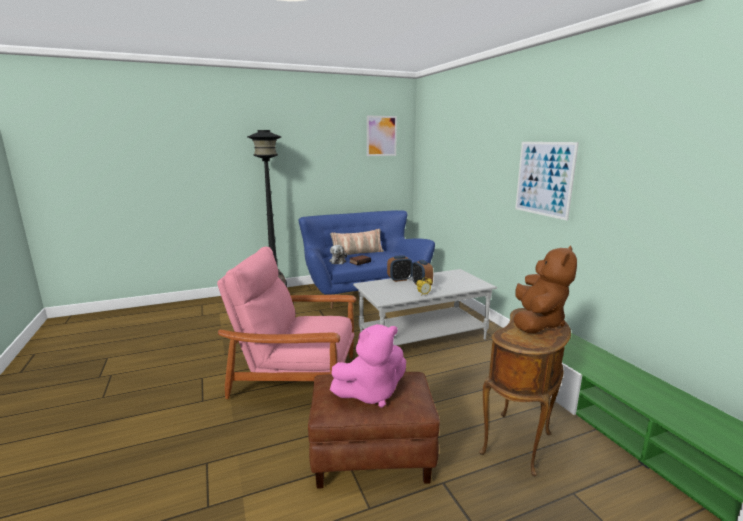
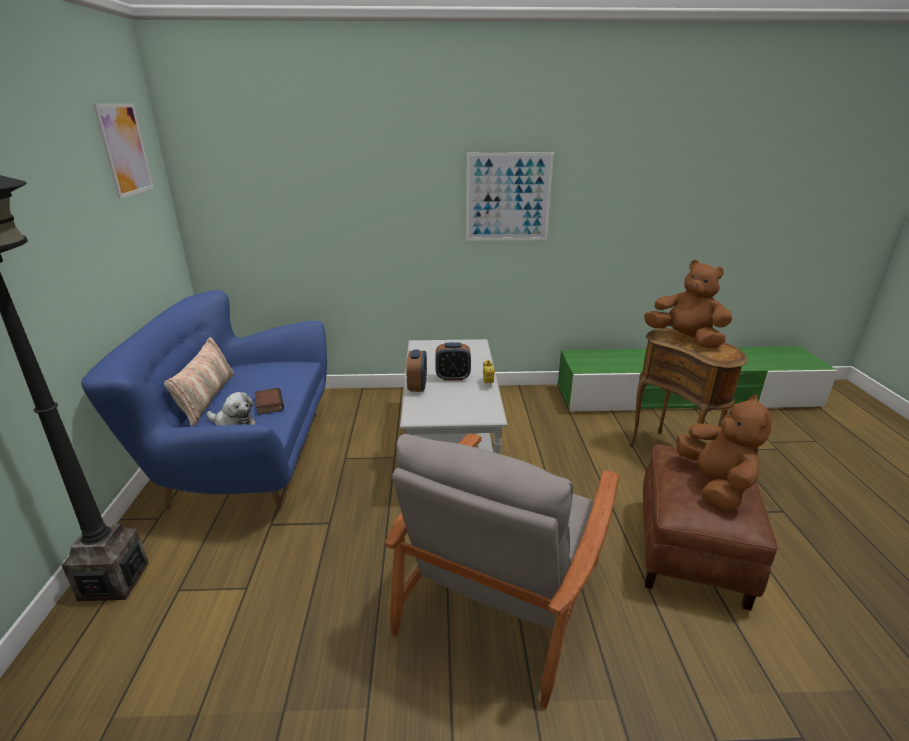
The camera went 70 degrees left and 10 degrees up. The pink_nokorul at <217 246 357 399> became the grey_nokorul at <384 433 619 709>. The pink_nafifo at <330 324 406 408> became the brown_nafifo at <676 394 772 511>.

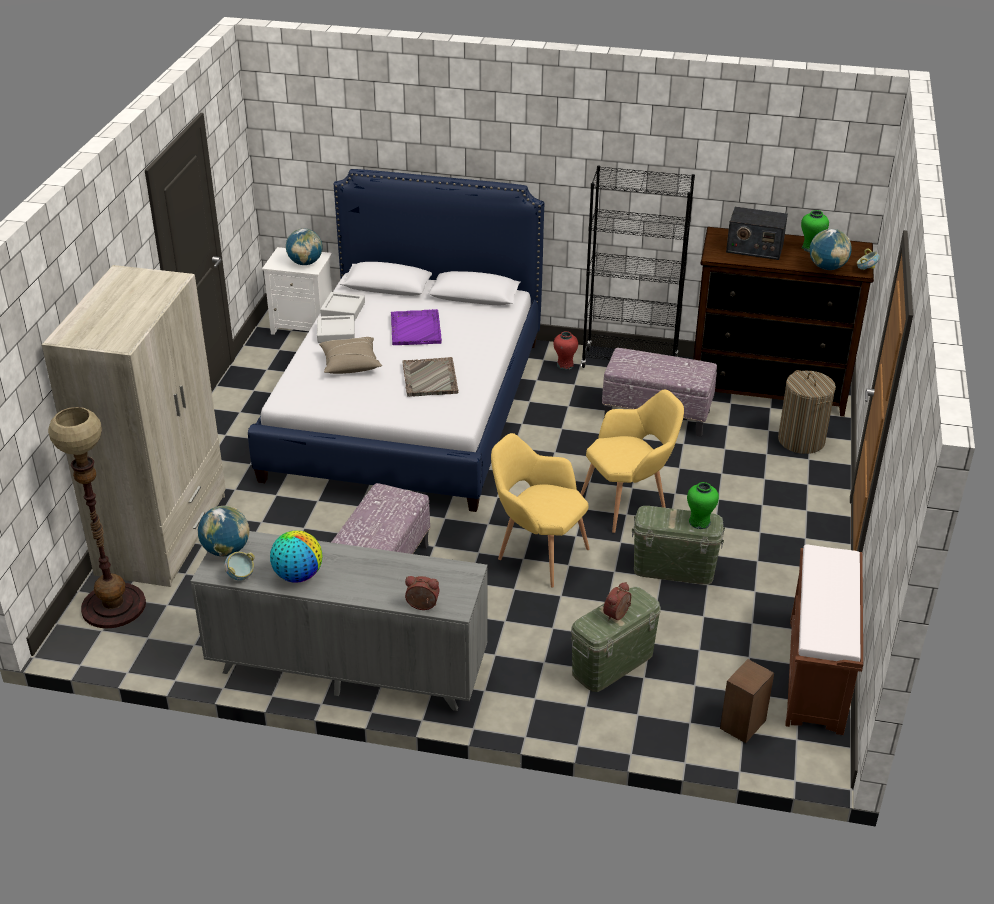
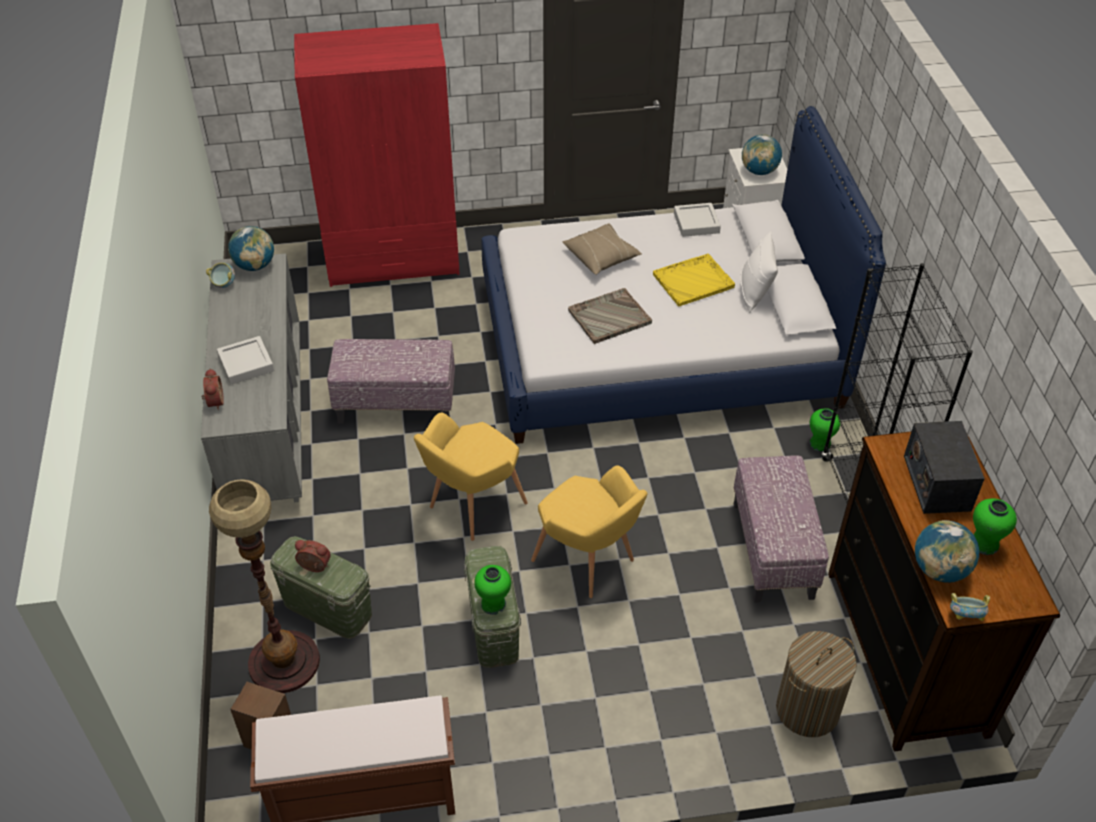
The camera went 70 degrees right and 10 degrees up. The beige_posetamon at <42 265 226 587> became the red_posetamon at <294 23 460 287>. The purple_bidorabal at <391 309 442 345> became the yellow_bidorabal at <653 253 735 306>. The grey_bidorabal moved from <317 315 355 343> to <217 336 274 384>. The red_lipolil at <553 331 578 370> became the green_lipolil at <810 408 841 452>. The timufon moved from <48 407 146 628> to <209 479 320 693>. The yellow_nokorul at <491 433 590 588> turned 150 degrees counterclockwise. The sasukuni at <270 530 322 583> disappeared. The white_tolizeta at <741 231 778 313> appeared.

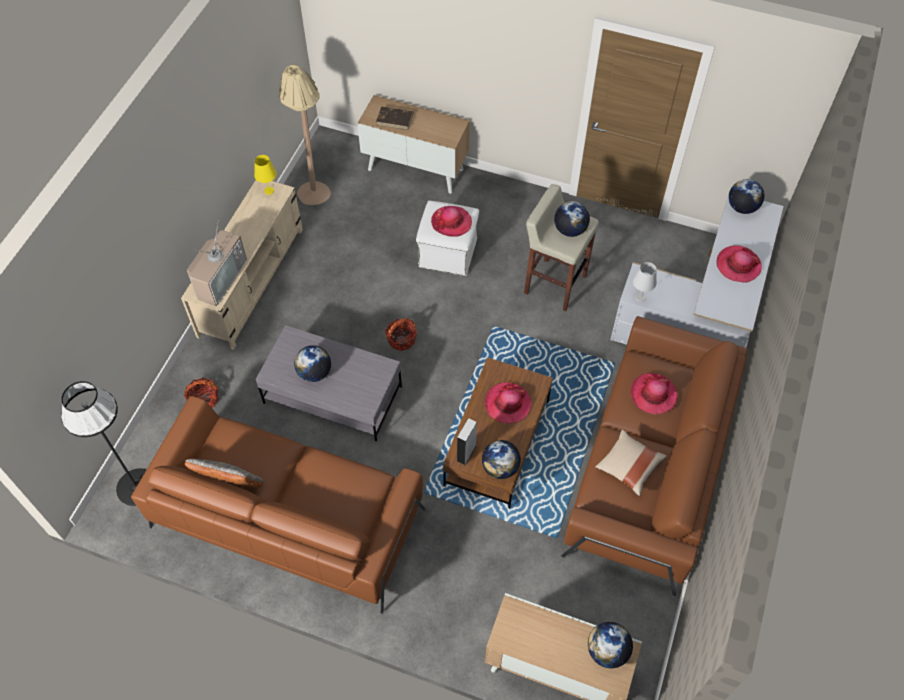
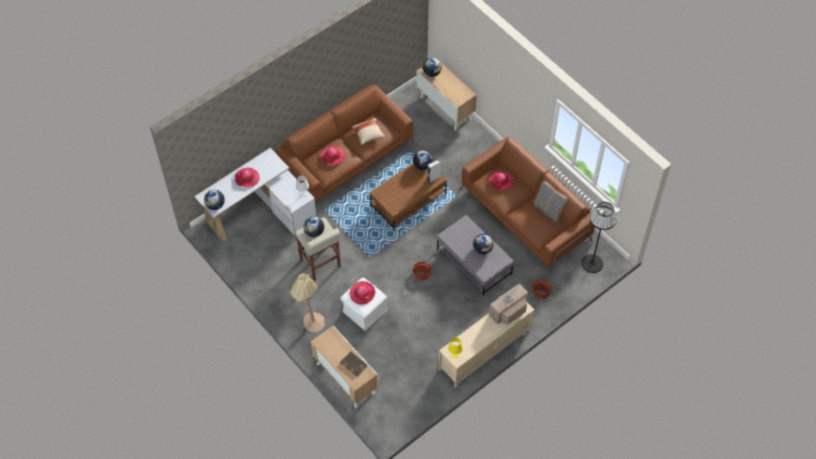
The camera went 150 degrees left and 0 degrees up. The beige_timufon moved from <279 64 331 205> to <290 273 325 332>. The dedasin moved from <485 382 531 424> to <489 171 514 190>.

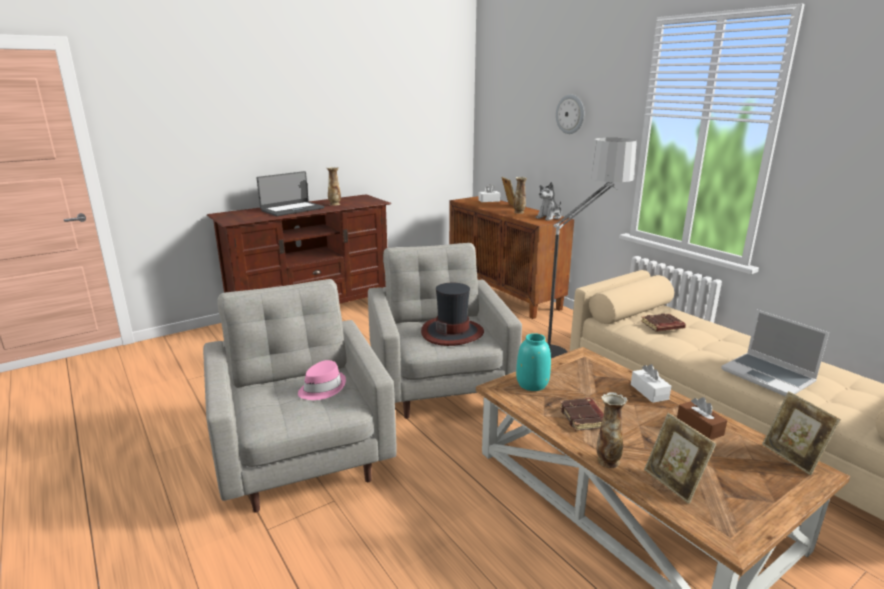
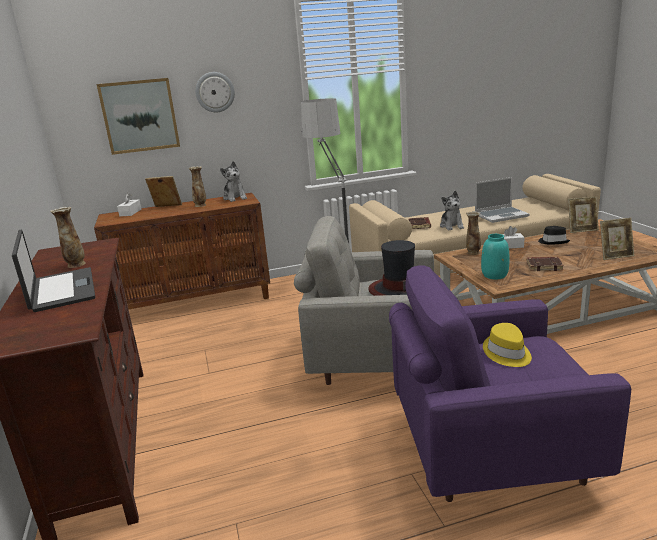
The camera went 70 degrees left and 0 degrees up. The grey_nokorul at <203 279 396 513> became the purple_nokorul at <389 265 631 502>. The pink_dedasin at <298 360 346 400> became the yellow_dedasin at <483 323 532 367>. The lipolil moved from <597 392 627 468> to <466 211 481 255>. The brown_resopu at <677 397 727 440> was replaced by the black_dedasin at <538 226 570 244>. The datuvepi at <96 78 180 155> appeared. The nafifo at <440 191 464 231> appeared.

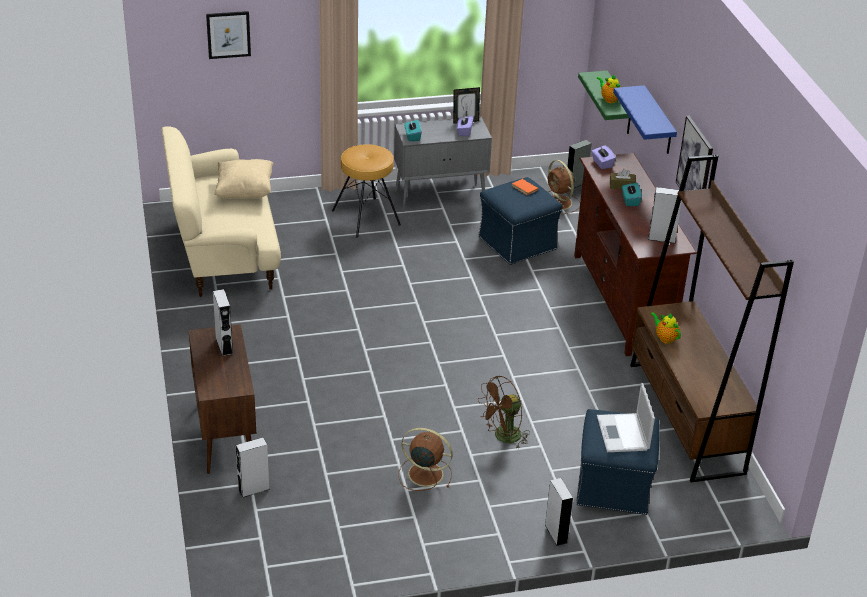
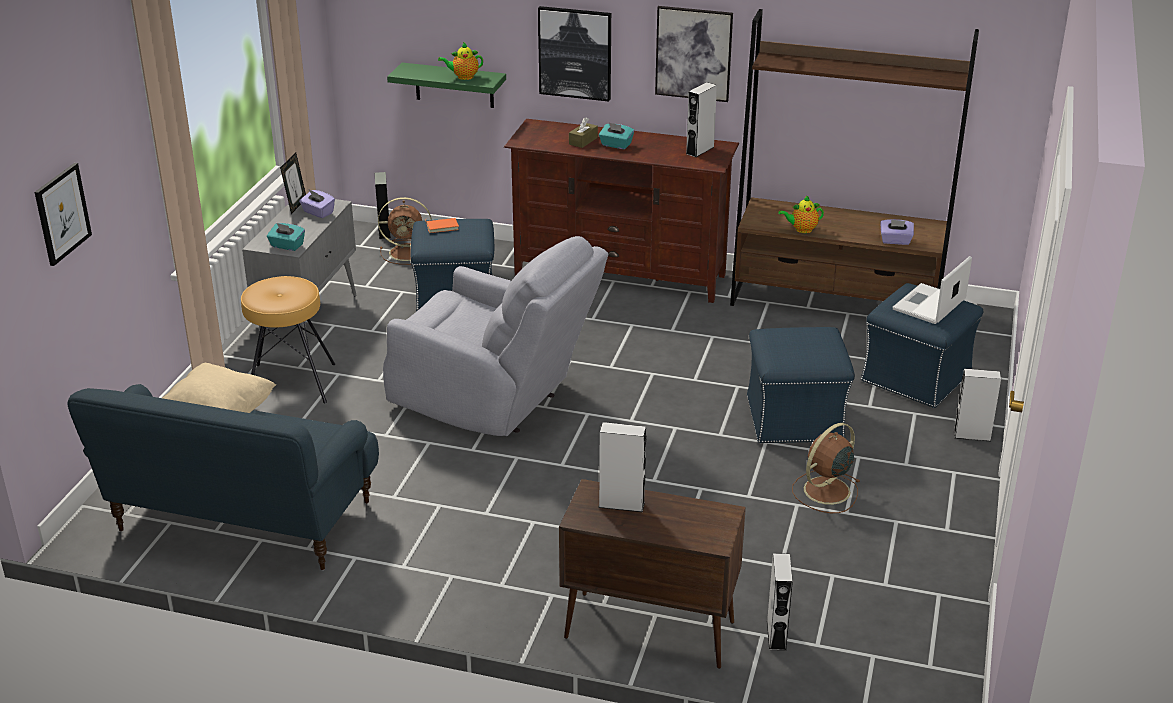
The camera went 60 degrees left and 5 degrees down. The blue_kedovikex at <613 85 677 154> was replaced by the datuvepi at <538 6 611 101>. The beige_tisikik at <161 126 281 297> became the blue_tisikik at <67 384 379 570>. The purple_resopu moved from <591 145 616 169> to <880 219 914 245>. The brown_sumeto at <478 376 530 449> was replaced by the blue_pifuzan at <747 327 855 443>. The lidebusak at <597 383 655 452> turned 105 degrees clockwise. The grey_nokorul at <383 236 608 436> appeared.

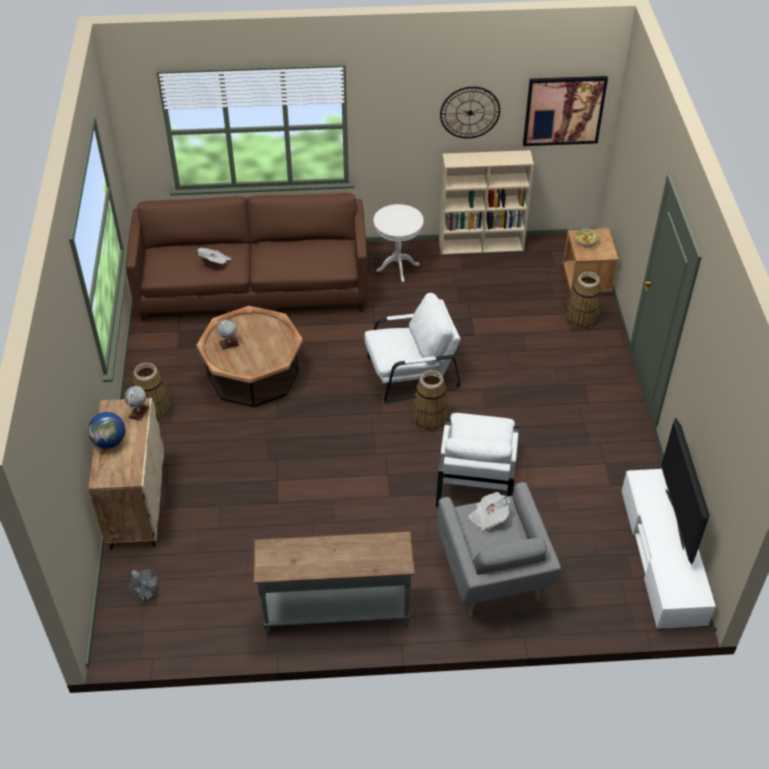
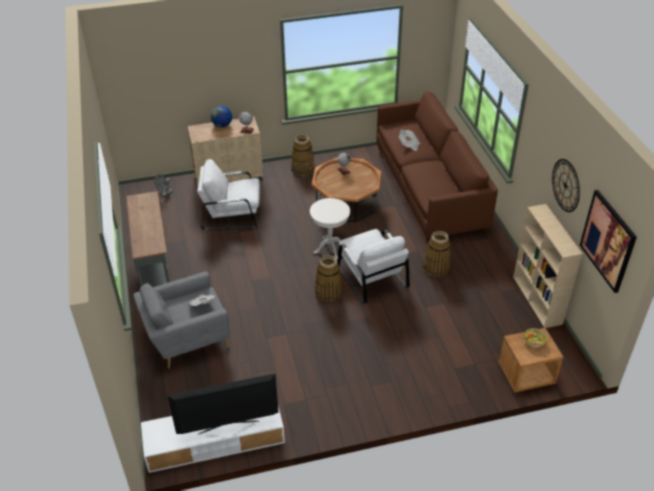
The camera went 80 degrees right and 5 degrees down. The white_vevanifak moved from <374 204 424 282> to <310 198 350 260>. The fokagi moved from <566 272 602 330> to <423 231 451 277>. The white_nokorul moved from <436 413 519 507> to <197 159 260 230>.

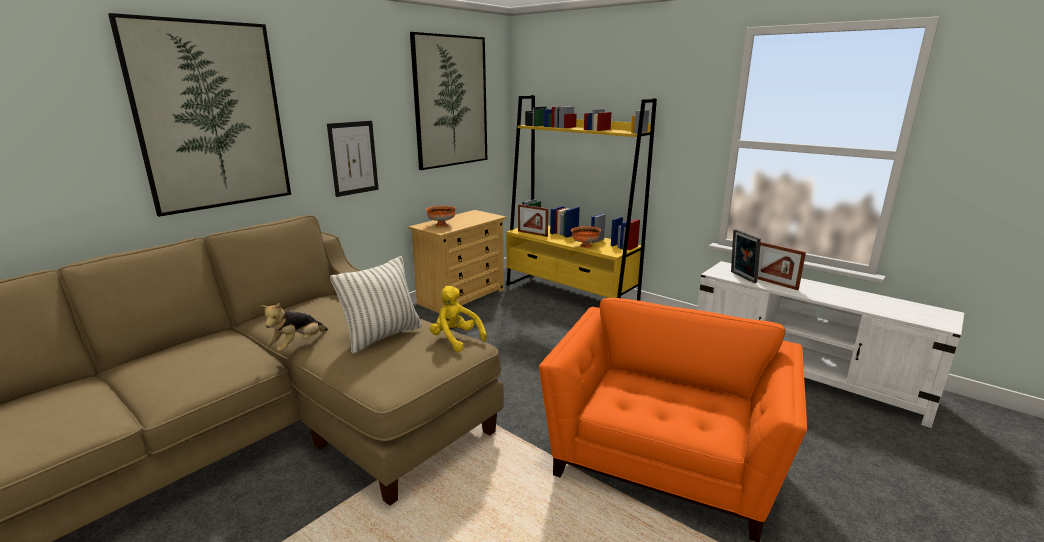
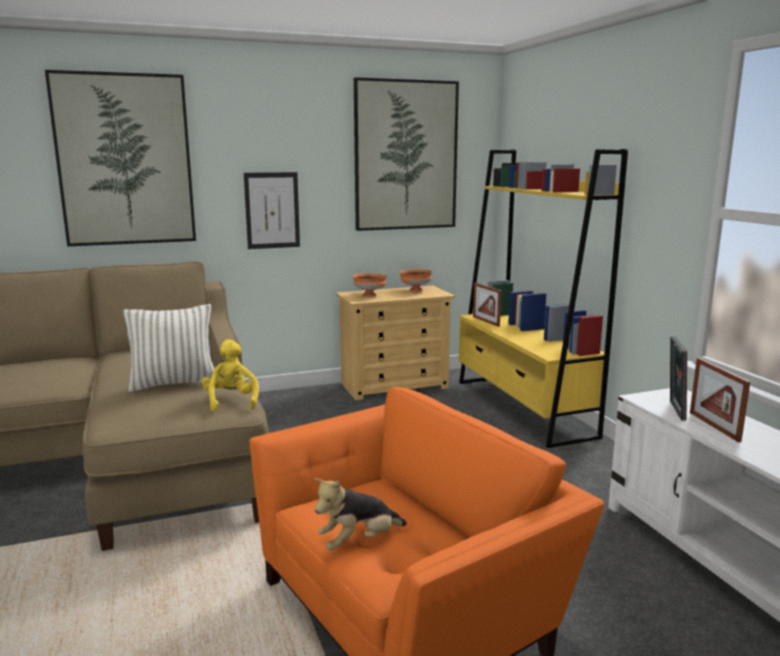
The camera went 30 degrees right and 5 degrees down. The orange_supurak moved from <571 226 601 248> to <399 269 433 291>. The nafifo moved from <260 302 328 352> to <314 478 407 550>.

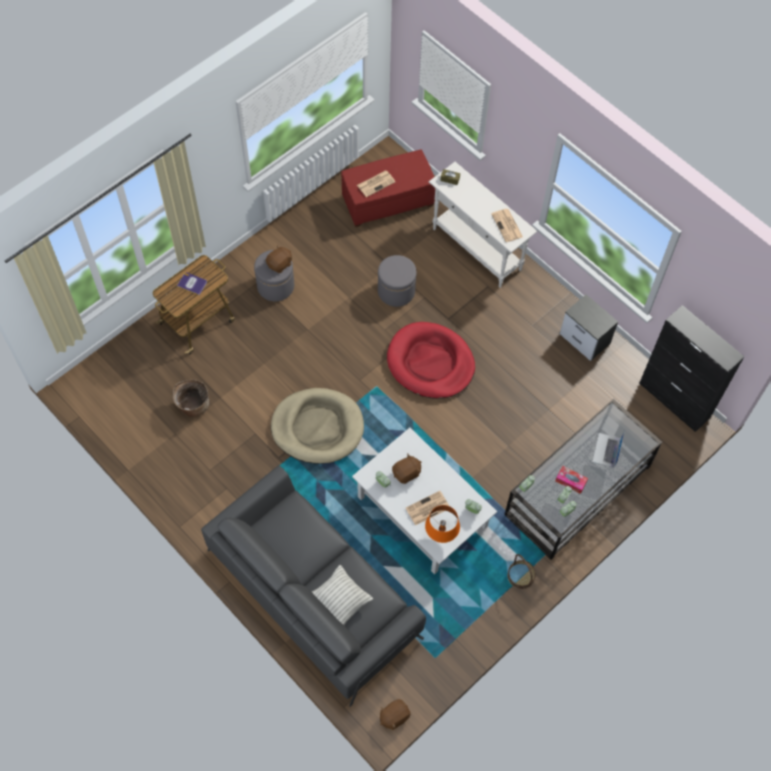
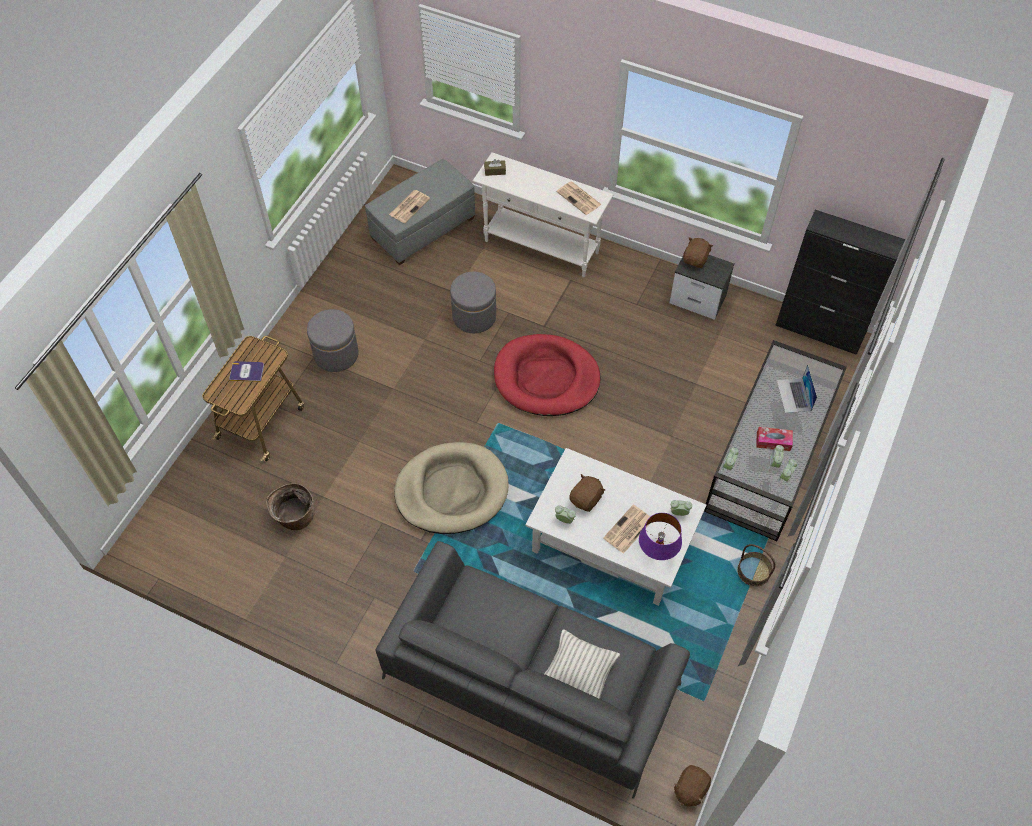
The camera went 20 degrees left and 5 degrees down. The red_pifuzan at <341 150 435 227> became the grey_pifuzan at <365 159 475 265>. The brown_nafifo moved from <266 245 292 273> to <683 237 713 268>. The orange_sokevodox at <425 505 460 543> became the purple_sokevodox at <639 513 682 560>.

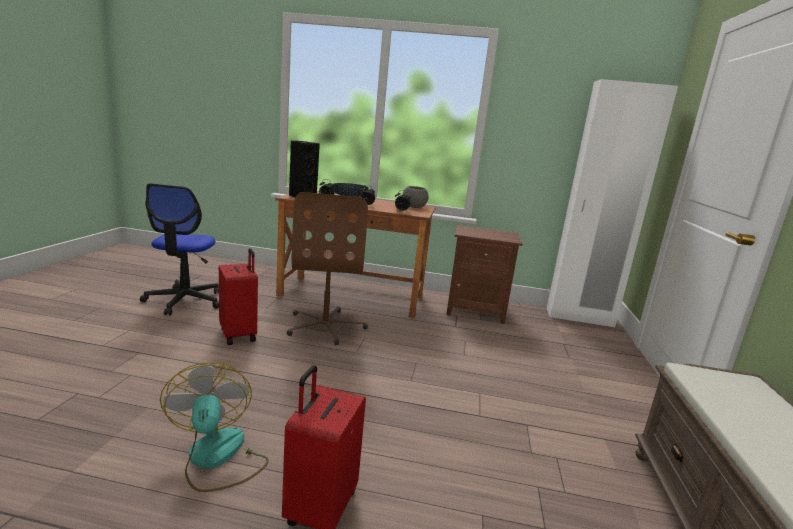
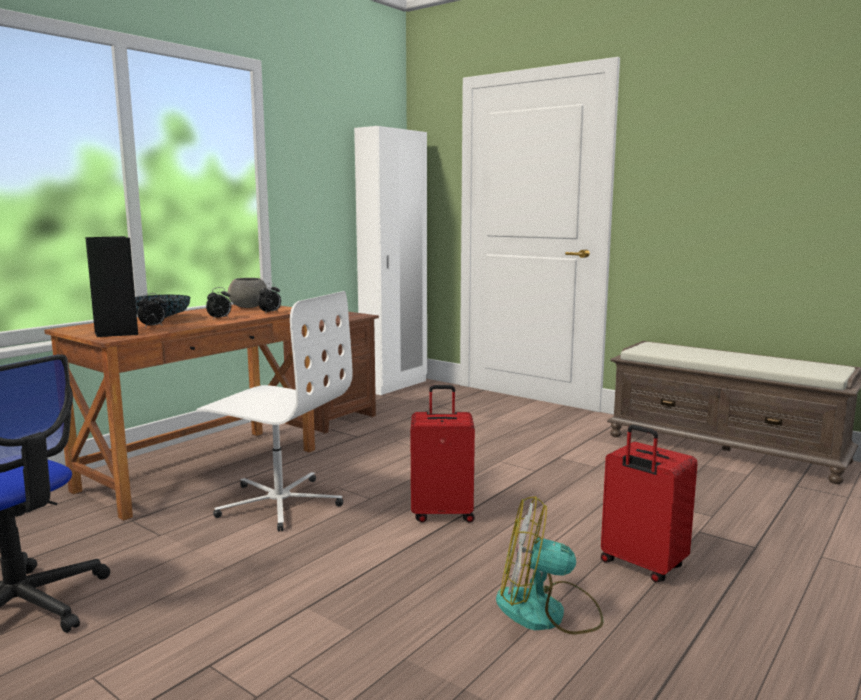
The camera went 60 degrees left and 5 degrees down. The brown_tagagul at <287 192 368 345> became the white_tagagul at <196 291 353 531>. The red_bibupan moved from <219 248 258 345> to <410 385 475 523>.

